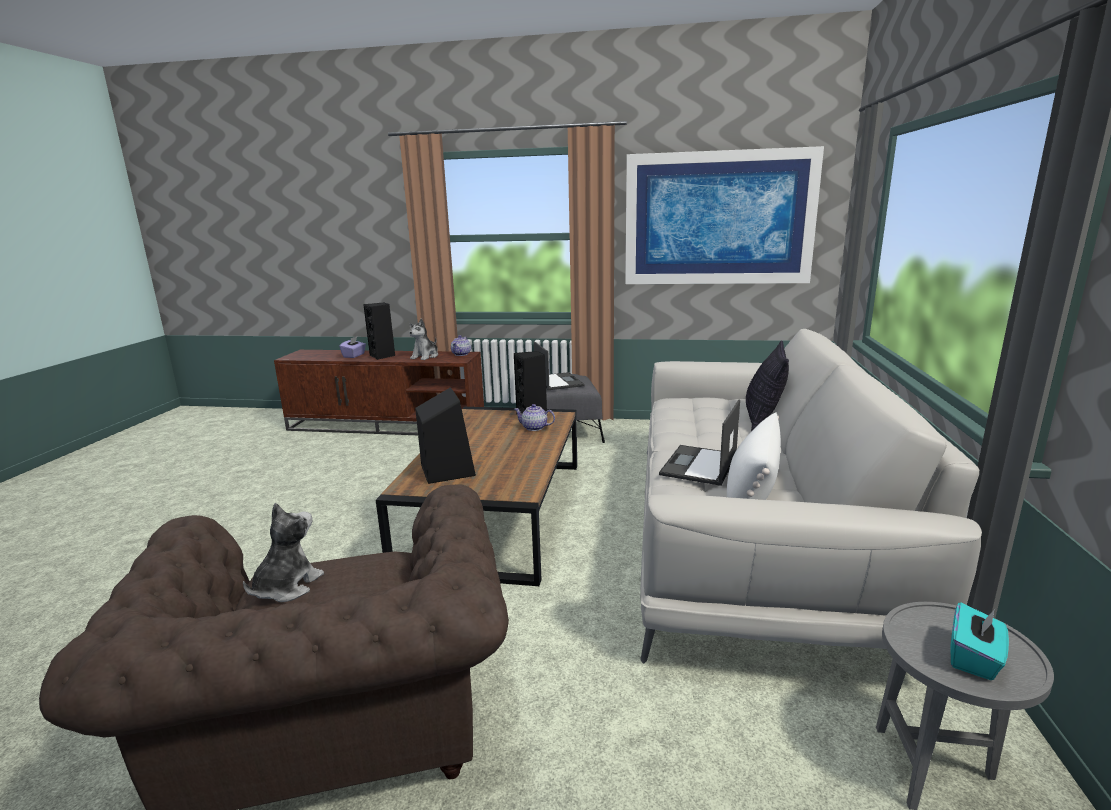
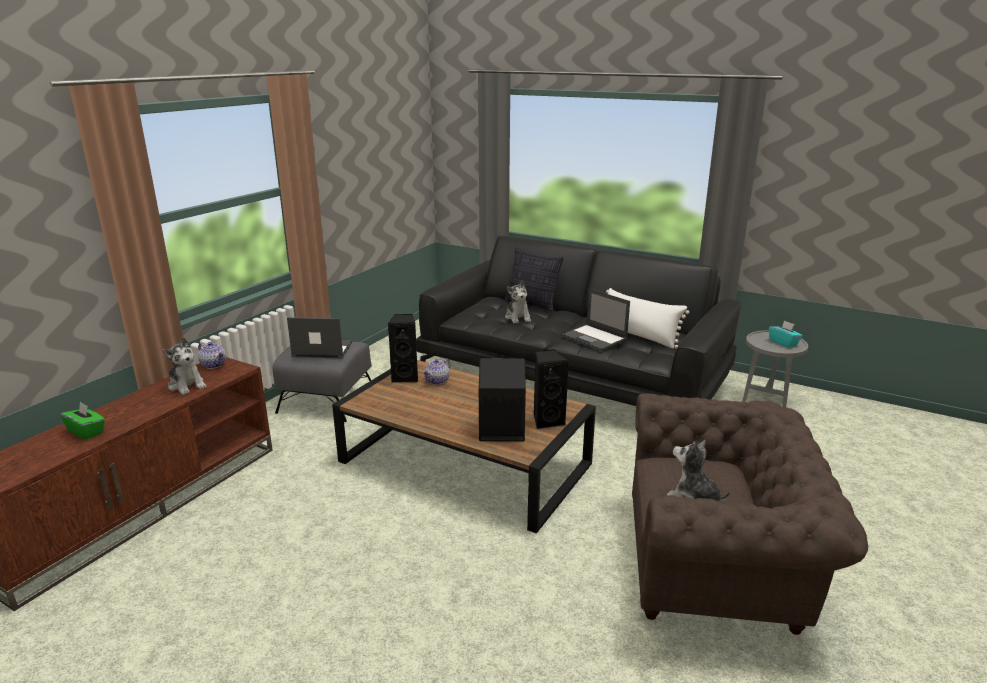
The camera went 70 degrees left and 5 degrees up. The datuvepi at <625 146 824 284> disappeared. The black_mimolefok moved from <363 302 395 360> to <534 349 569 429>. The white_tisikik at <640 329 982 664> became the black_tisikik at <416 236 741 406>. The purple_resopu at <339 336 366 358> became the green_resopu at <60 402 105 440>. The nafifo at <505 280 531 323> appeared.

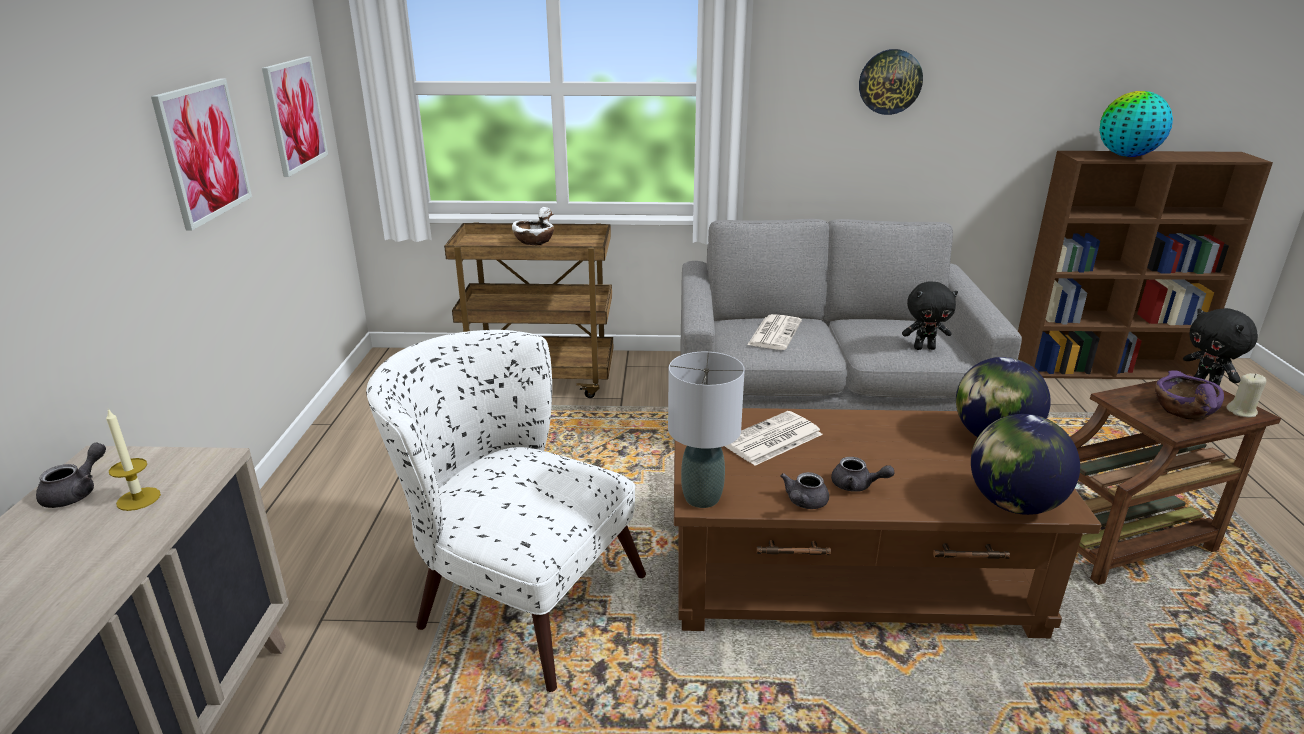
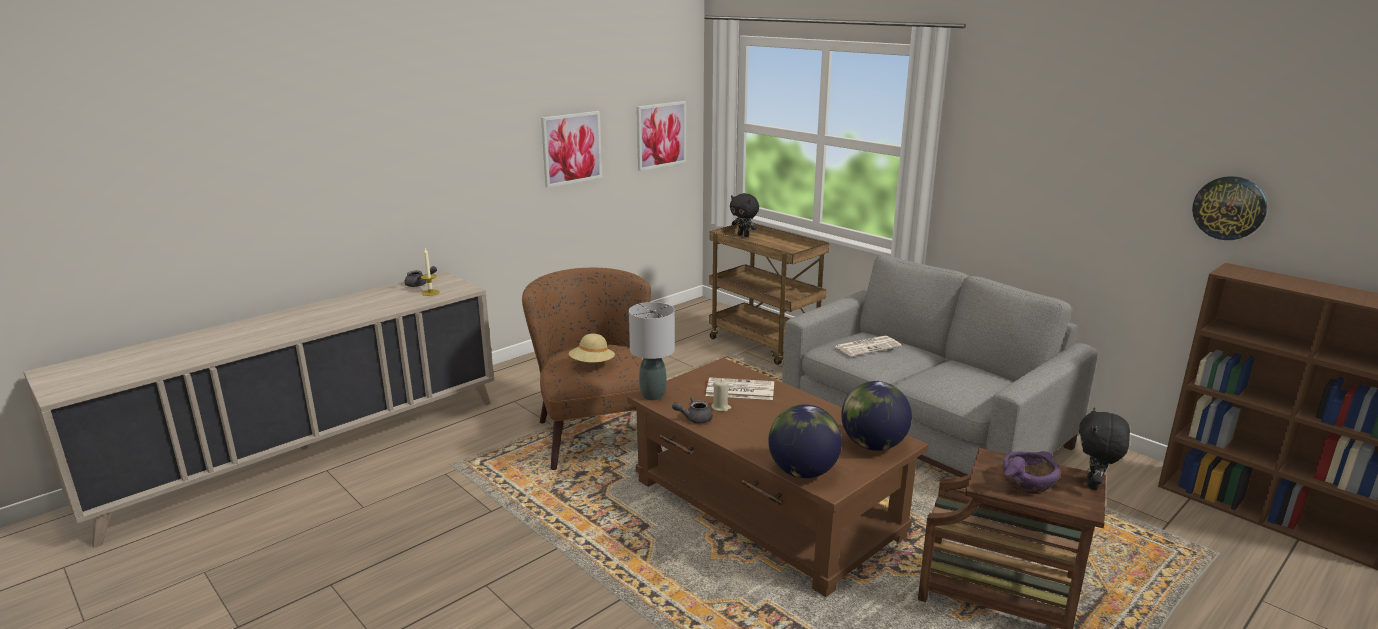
The camera went 45 degrees right and 5 degrees down. The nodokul moved from <859 49 923 115> to <1192 176 1267 240>. The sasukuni at <1100 91 1173 157> disappeared. The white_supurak at <512 207 554 245> disappeared. The black_nafifo moved from <902 281 958 350> to <730 193 759 237>. The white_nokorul at <366 330 646 692> became the brown_nokorul at <522 268 662 470>. The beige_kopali moved from <1227 373 1267 417> to <711 380 731 412>. The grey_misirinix at <831 457 895 492> disappeared. The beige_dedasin at <569 334 615 363> appeared.

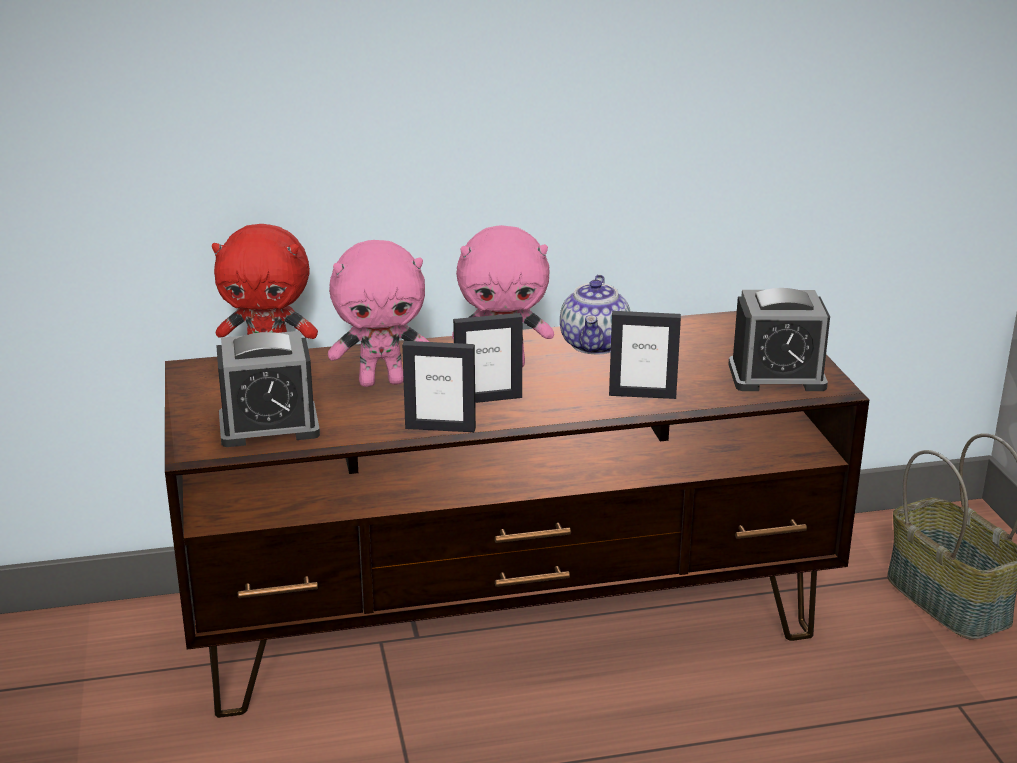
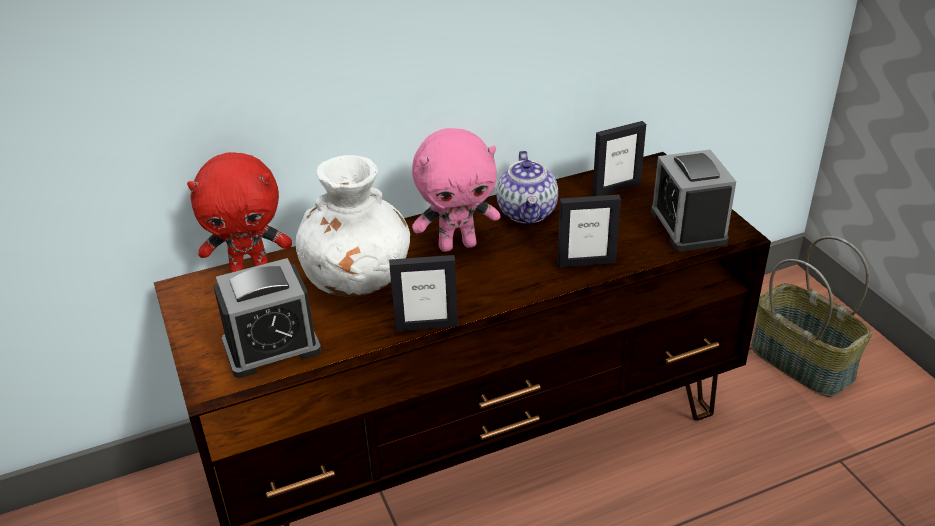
The camera went 10 degrees left and 10 degrees up. The pink_nafifo at <328 240 429 387> was replaced by the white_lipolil at <296 155 410 296>. The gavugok at <728 288 830 391> turned 90 degrees clockwise. The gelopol moved from <453 313 523 403> to <592 121 646 196>.

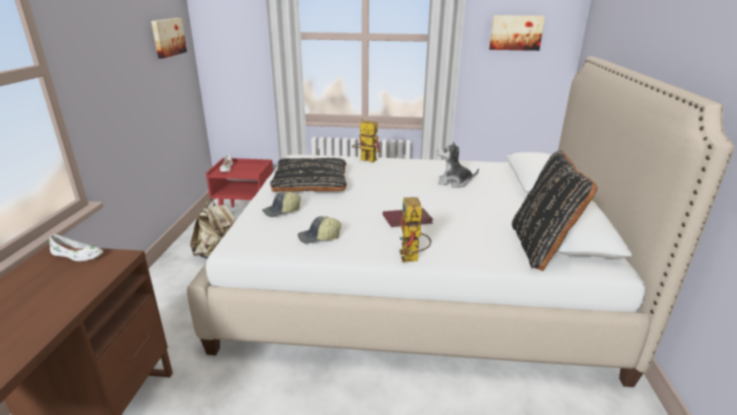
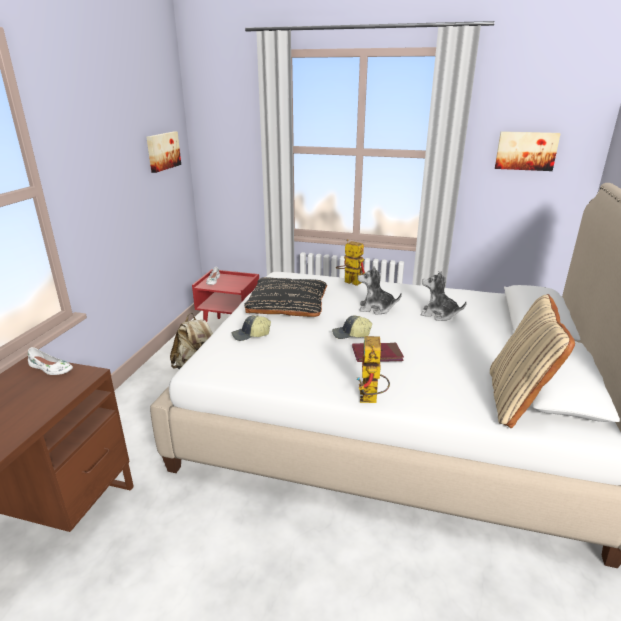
The camera went 10 degrees right and 0 degrees up. The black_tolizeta at <512 150 598 271> became the beige_tolizeta at <490 294 575 428>. The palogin moved from <298 216 342 244> to <332 315 372 339>. The nafifo at <358 266 402 315> appeared.

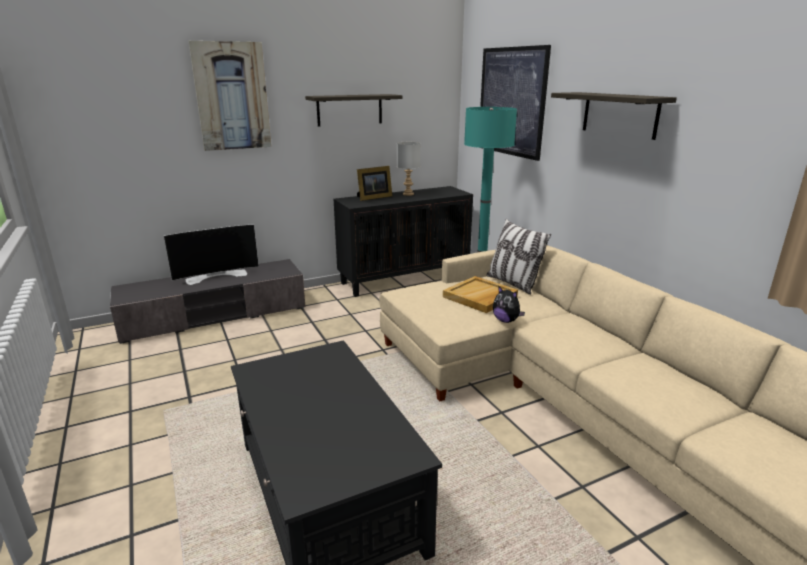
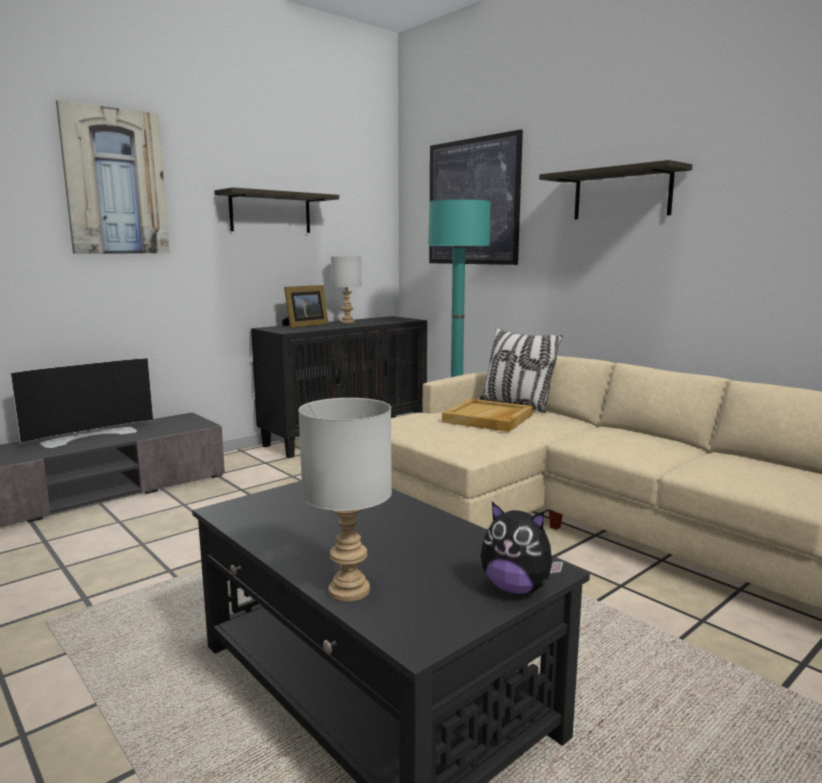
The camera went 15 degrees left and 10 degrees down. The nafifo moved from <493 286 525 323> to <481 502 564 595>. The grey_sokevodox at <299 398 392 602> appeared.

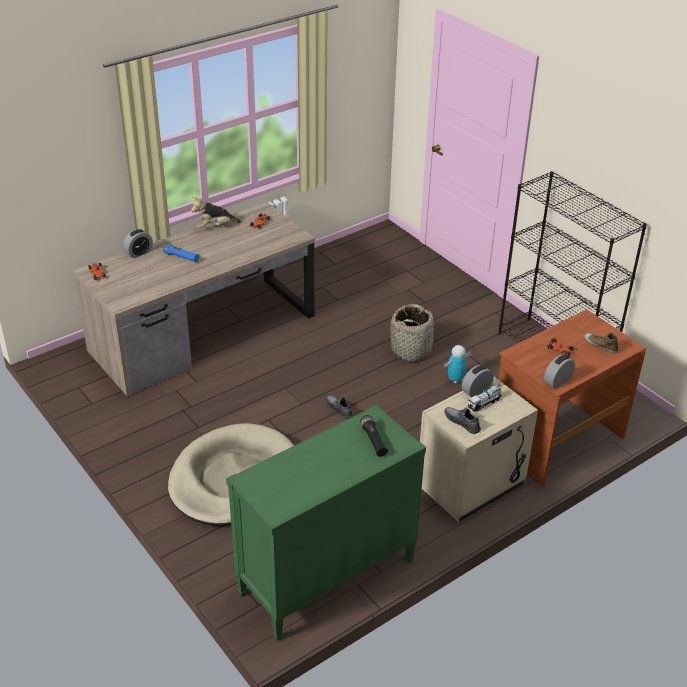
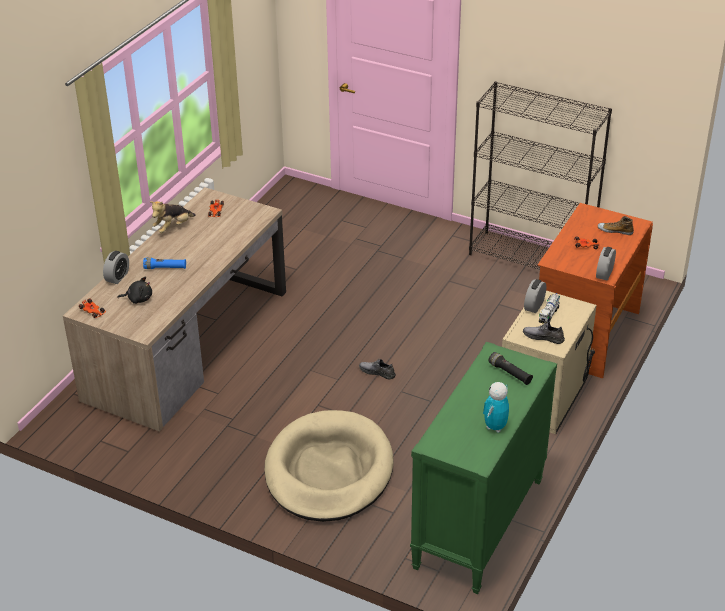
The camera went 25 degrees left and 0 degrees up. The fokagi at <390 304 434 362> disappeared. The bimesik moved from <443 345 472 383> to <483 382 509 433>. The black_nafifo at <117 277 152 304> appeared.

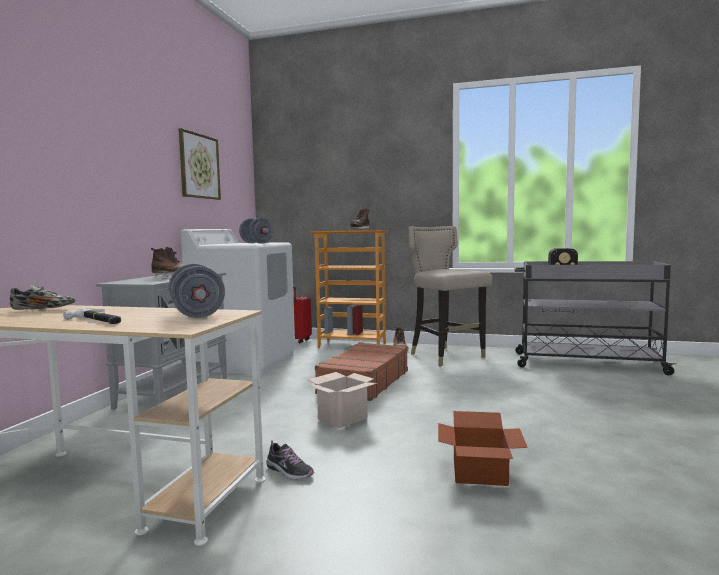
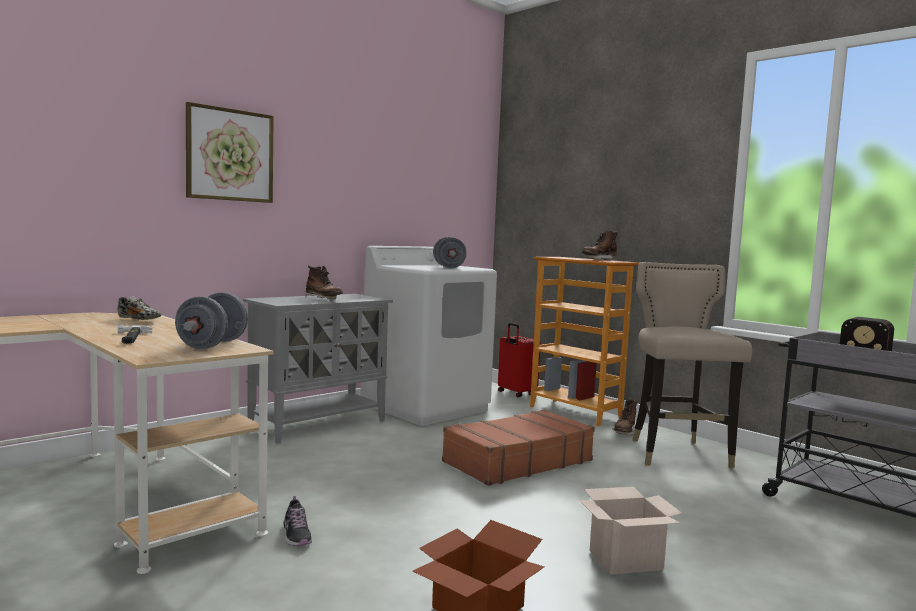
The camera went 30 degrees right and 0 degrees up. The datuvepi moved from <179 128 221 200> to <186 102 274 203>. The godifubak moved from <308 372 377 429> to <579 487 683 575>.

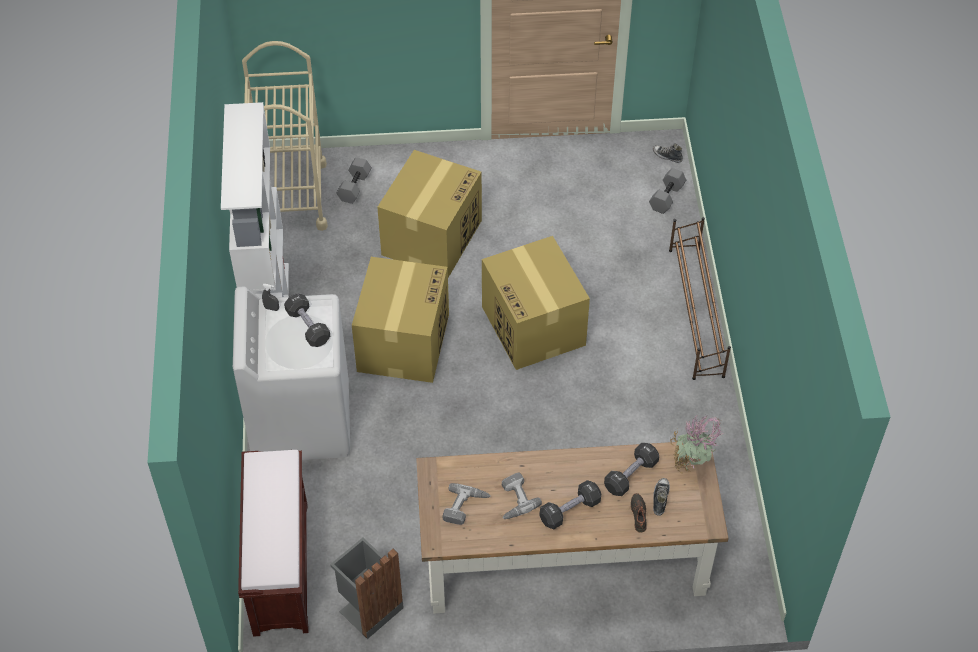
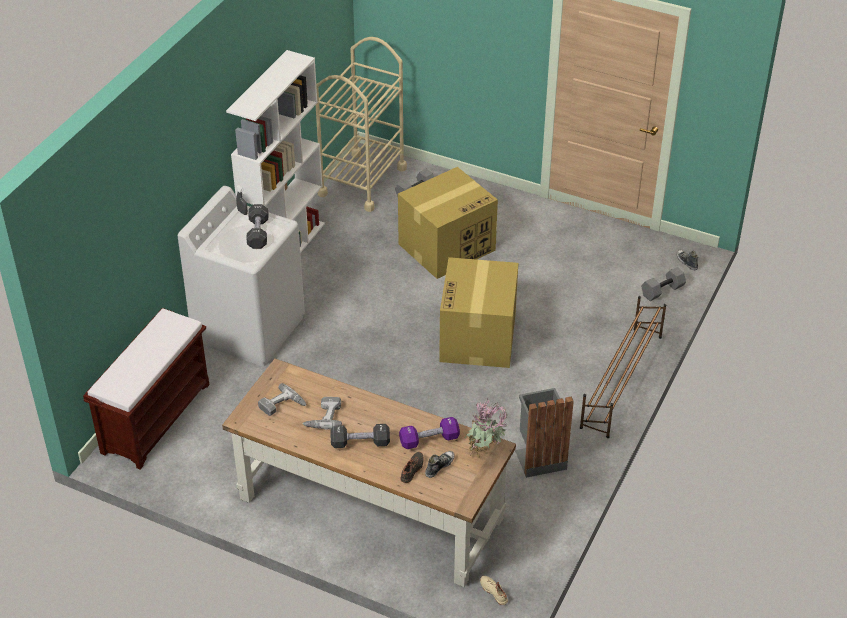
The camera went 30 degrees right and 10 degrees down. The godifubak at <352 257 449 383> disappeared. The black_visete at <604 443 659 496> became the purple_visete at <399 417 460 449>. The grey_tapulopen moved from <330 538 404 639> to <515 388 574 478>. The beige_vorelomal at <480 575 508 605> appeared.

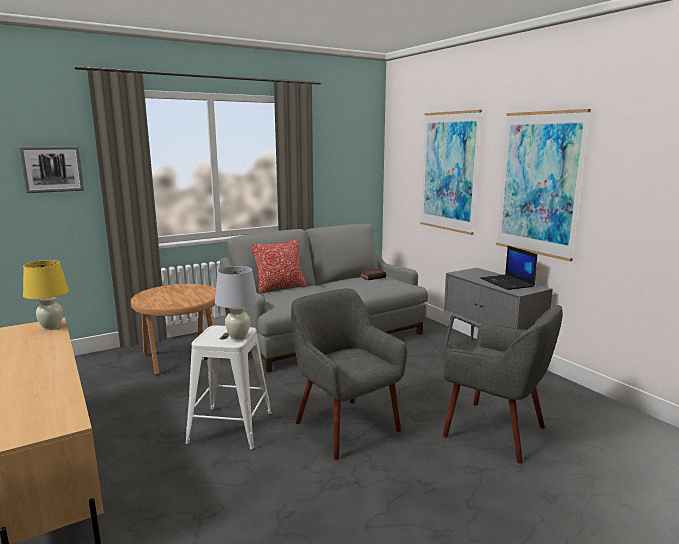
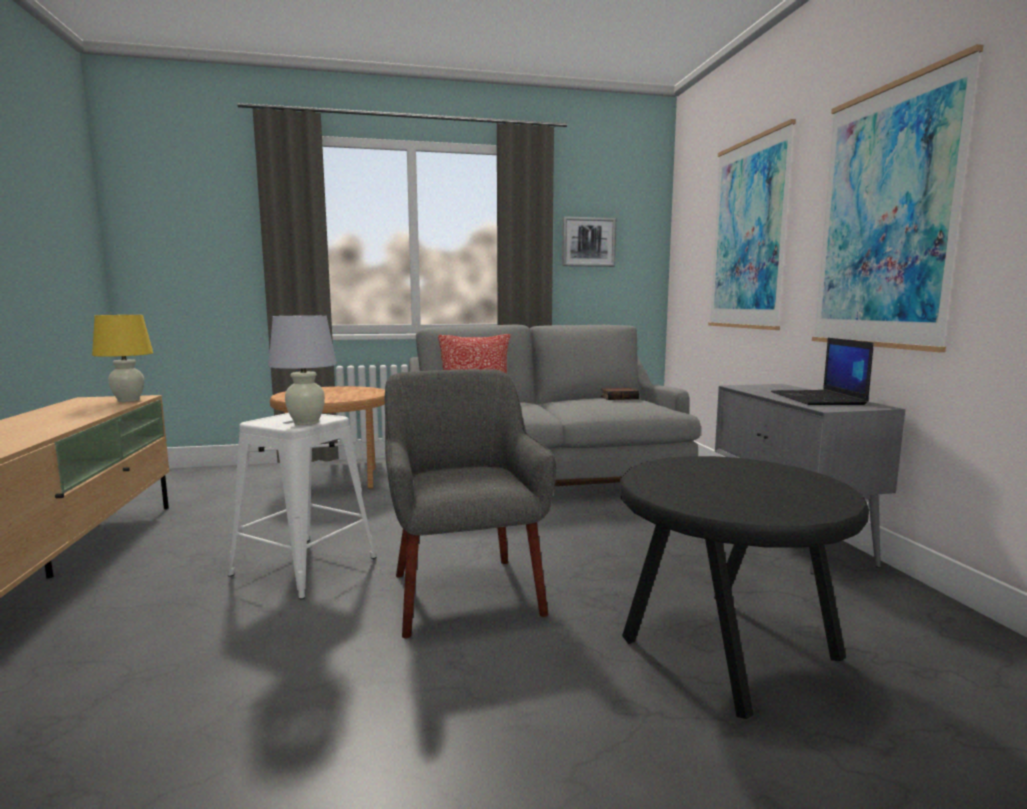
The camera went 20 degrees right and 5 degrees down. The datuvepi moved from <19 146 84 193> to <562 216 616 267>. The grey_nokorul at <443 305 563 464> was replaced by the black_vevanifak at <620 456 869 719>.

